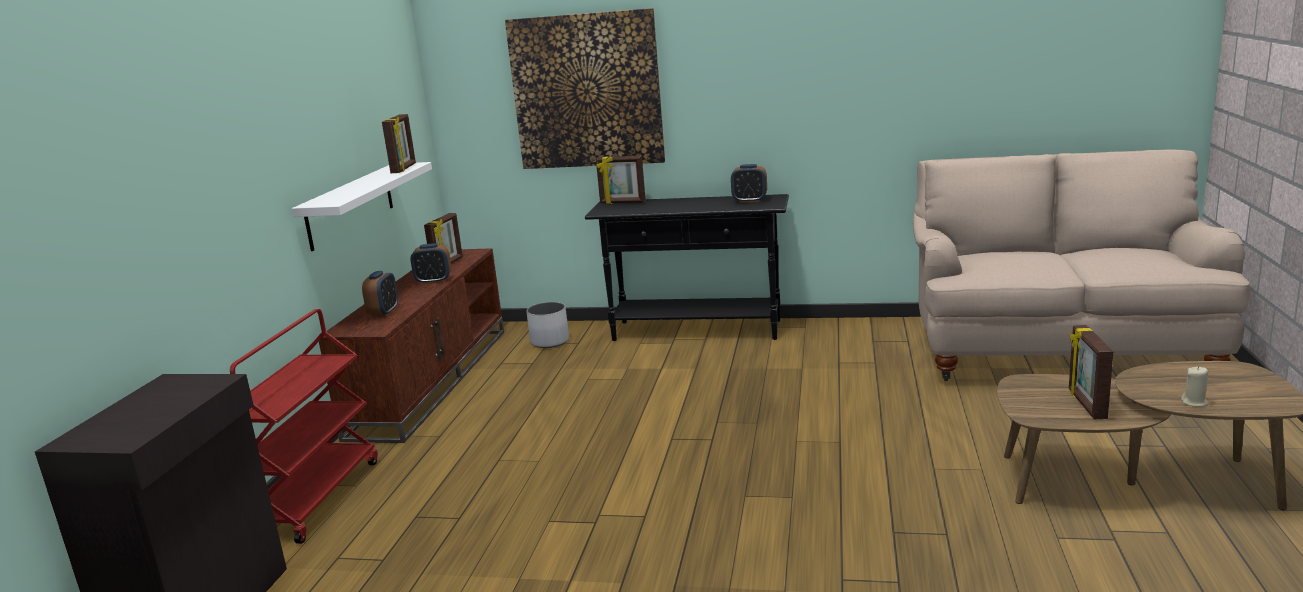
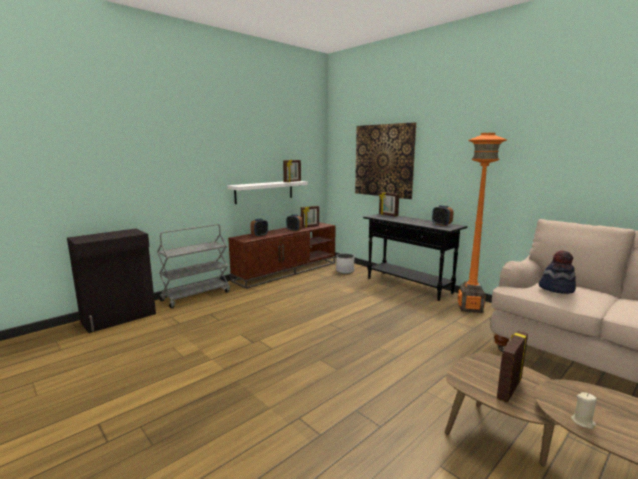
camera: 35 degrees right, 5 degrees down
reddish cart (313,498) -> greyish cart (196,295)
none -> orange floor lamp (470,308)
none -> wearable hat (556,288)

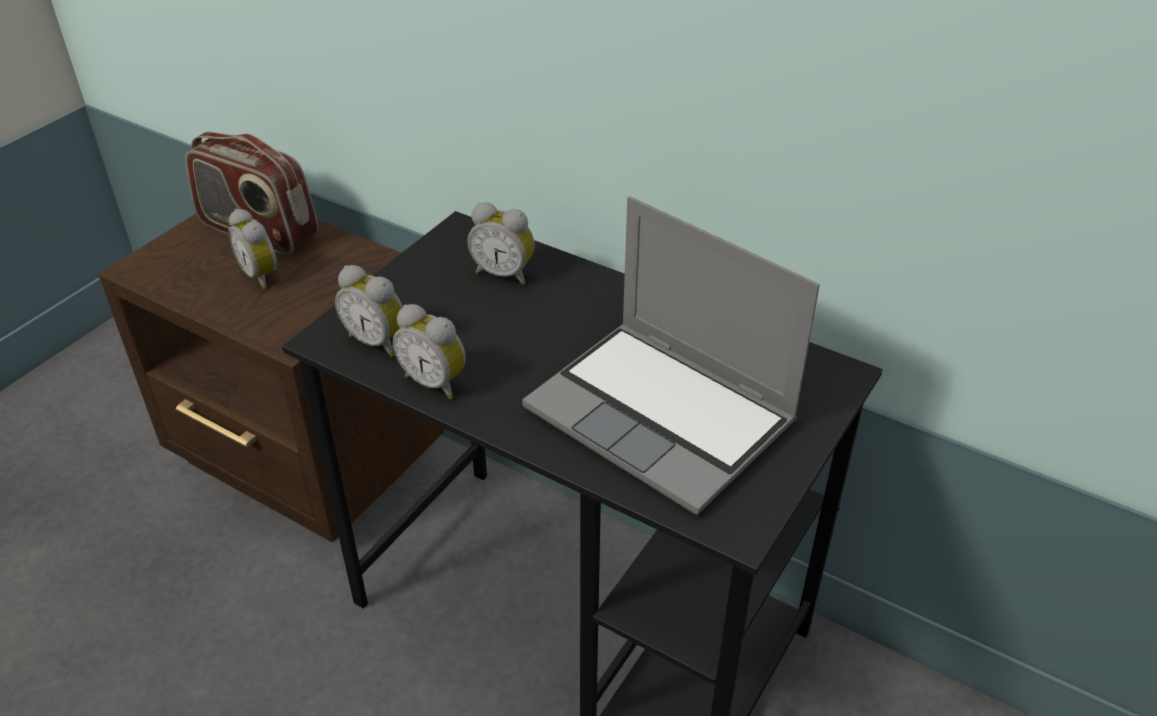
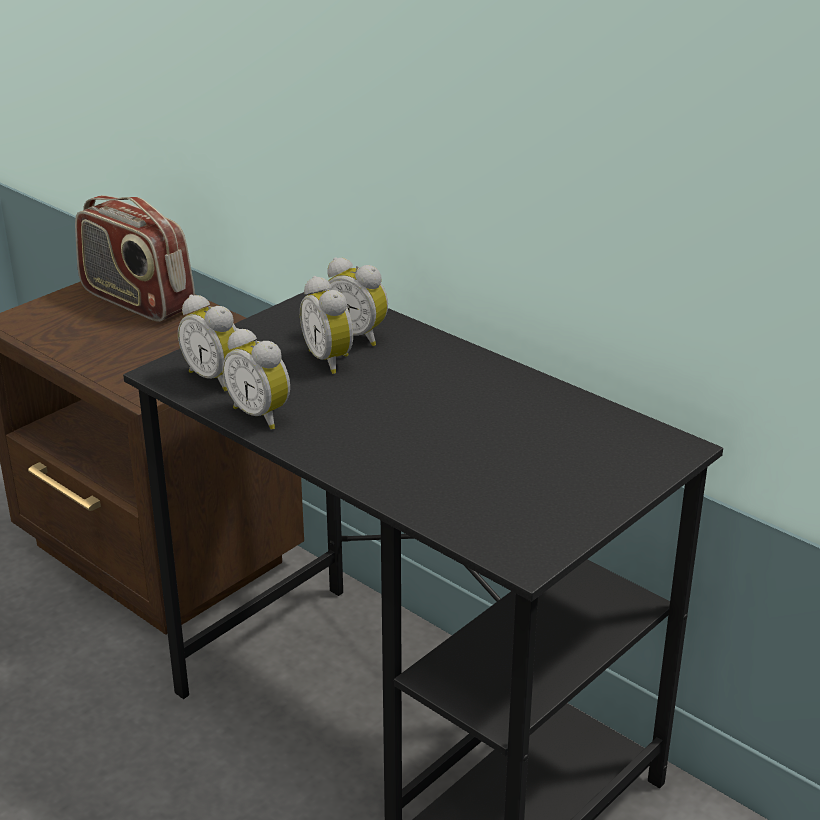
camera: 10 degrees right, 10 degrees down
alarm clock (262,275) -> alarm clock (331,360), move
laptop (664,417) -> none

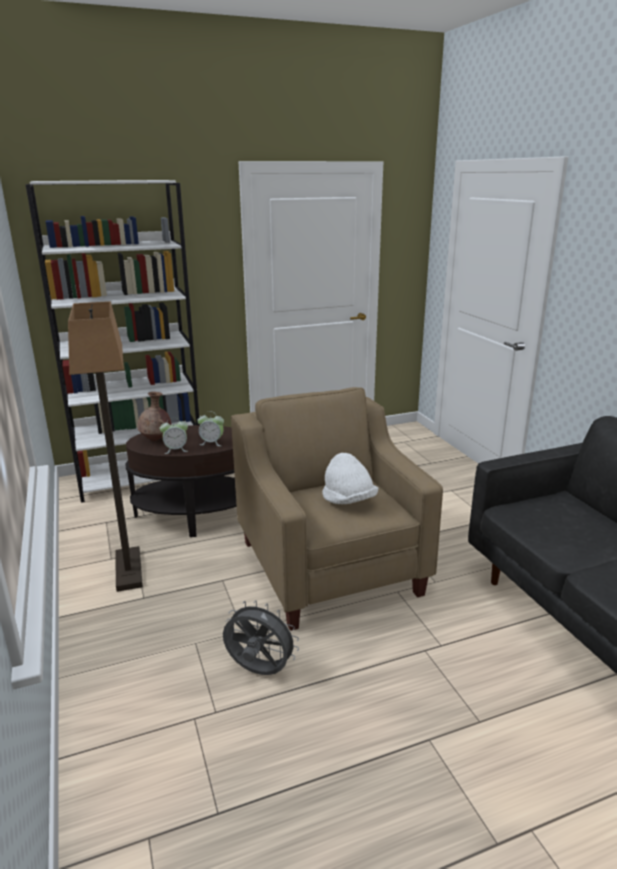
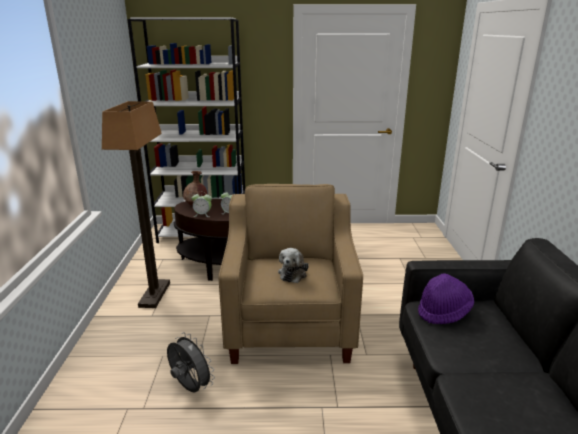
camera: 20 degrees right, 0 degrees up
whitish wearable hat (348,501) -> soft toy (293,273)
none -> purple-coloured wearable hat (443,312)

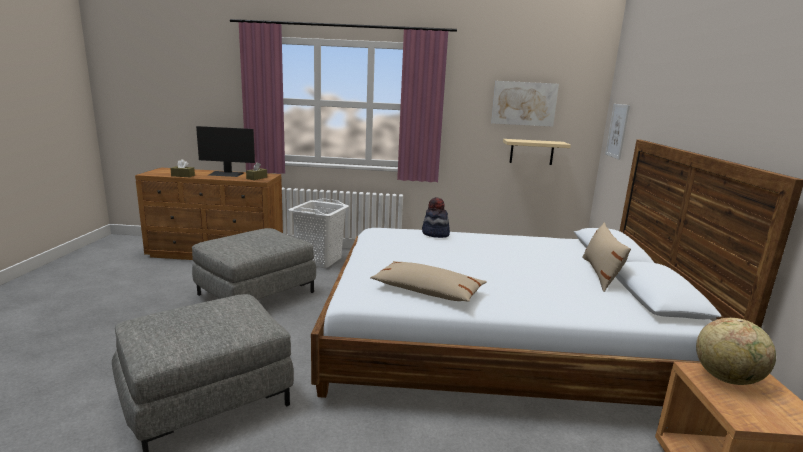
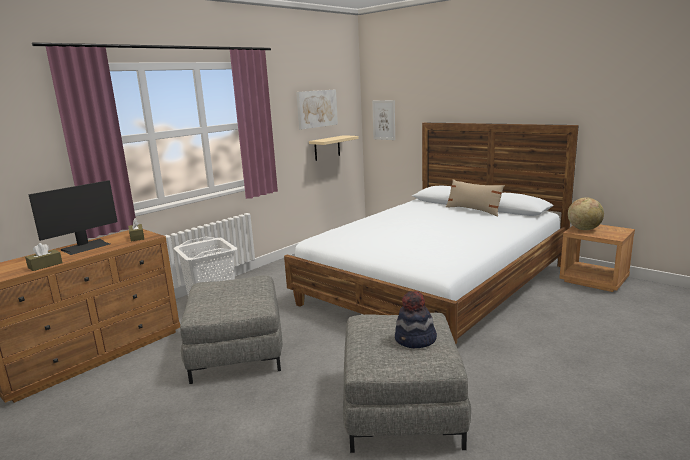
camera: 50 degrees left, 0 degrees up
wearable hat (435,234) -> wearable hat (415,340), move
beige cushion (427,291) -> none

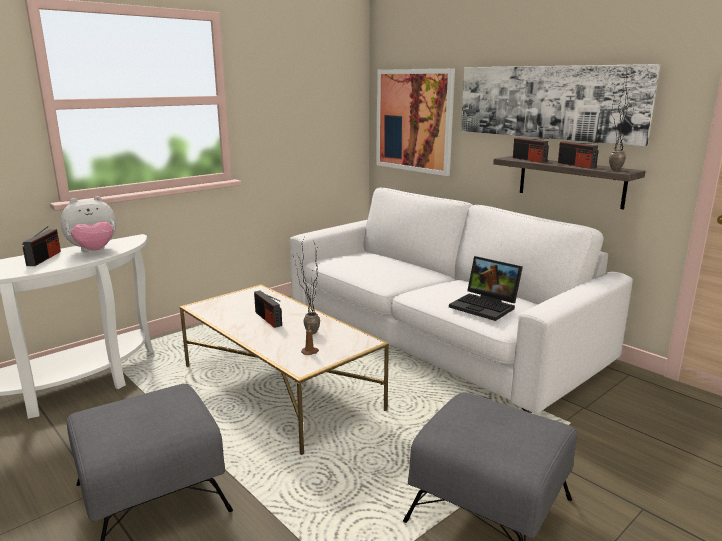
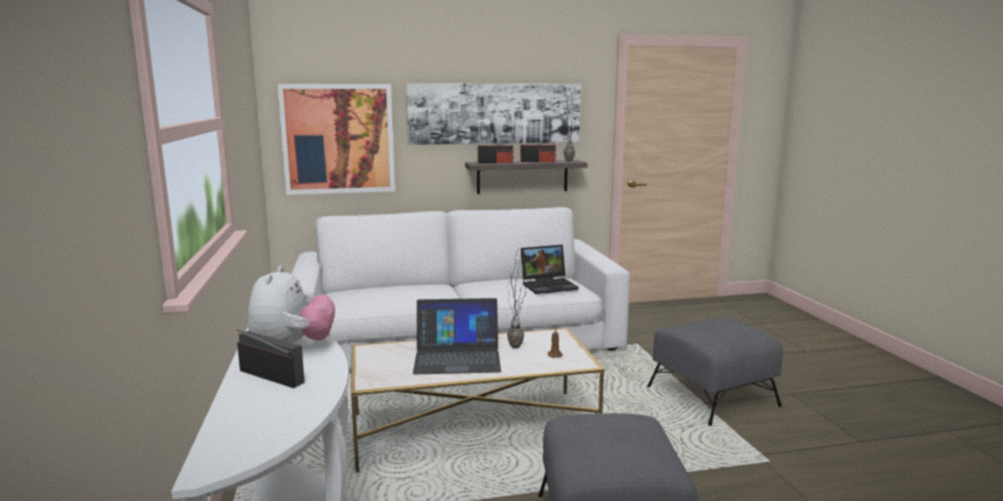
camera: 60 degrees left, 5 degrees down
radio receiver (268,319) -> laptop (457,357)

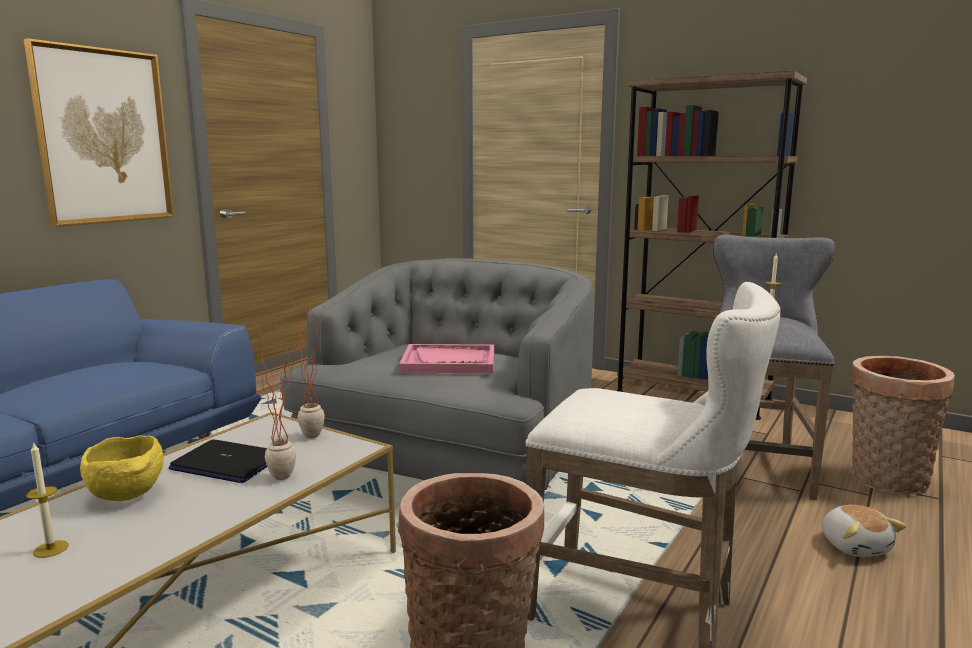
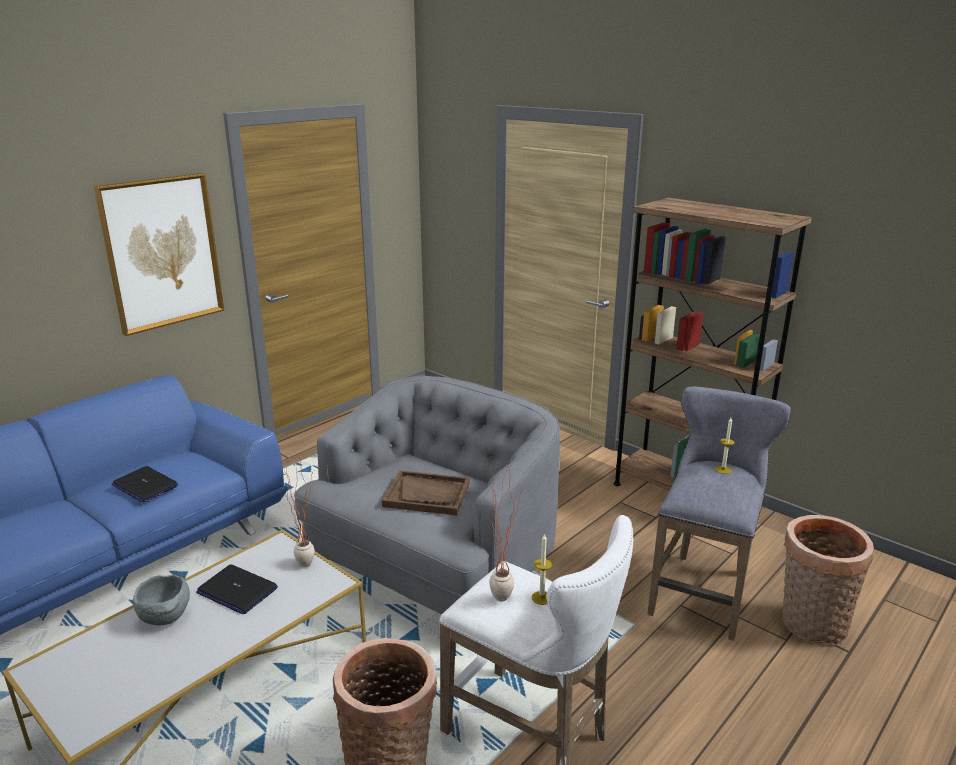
camera: 10 degrees right, 10 degrees up
none -> laptop (145,485)
yellow-coloured serving bowl (129,495) -> greyish serving bowl (166,618)
pink serving tray (449,362) -> brownish serving tray (427,495)
potted plant (288,473) -> potted plant (505,594), move
candle (51,549) -> candle (541,598), move
soft toy (855,546) -> none

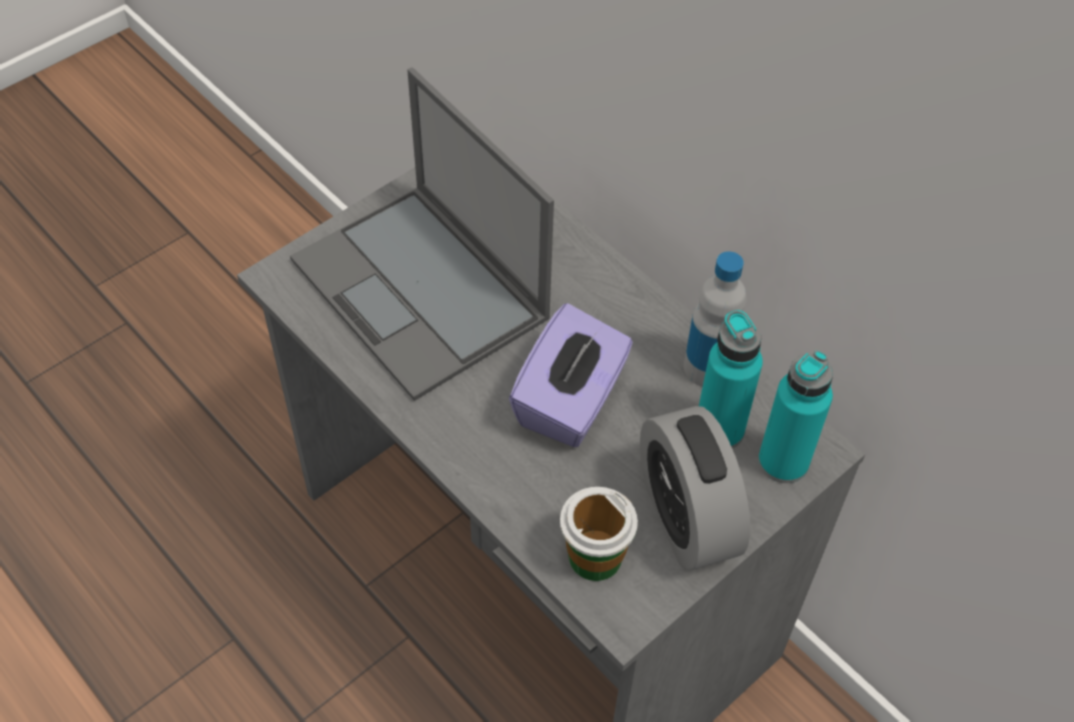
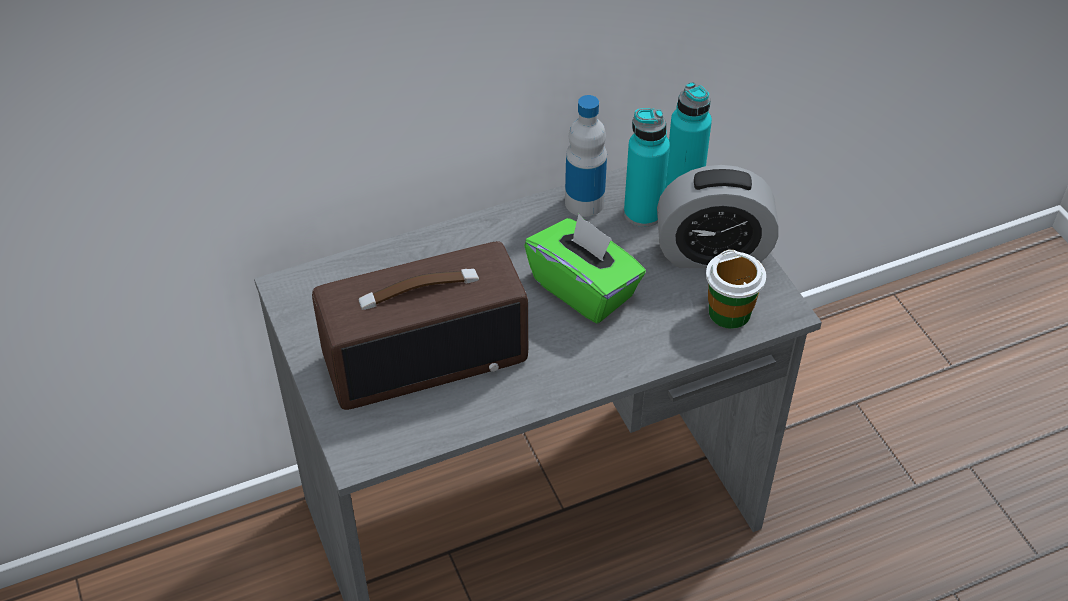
camera: 70 degrees left, 5 degrees down
laptop (422,291) -> radio receiver (426,356)
purple-coloured box of tissues (571,401) -> green-coloured box of tissues (584,289)

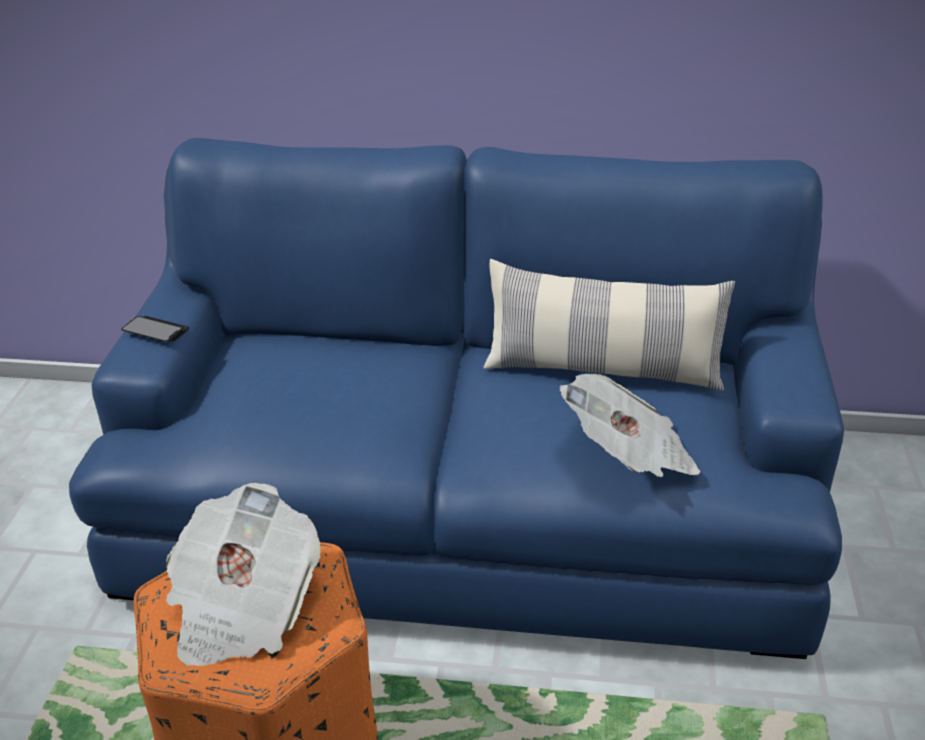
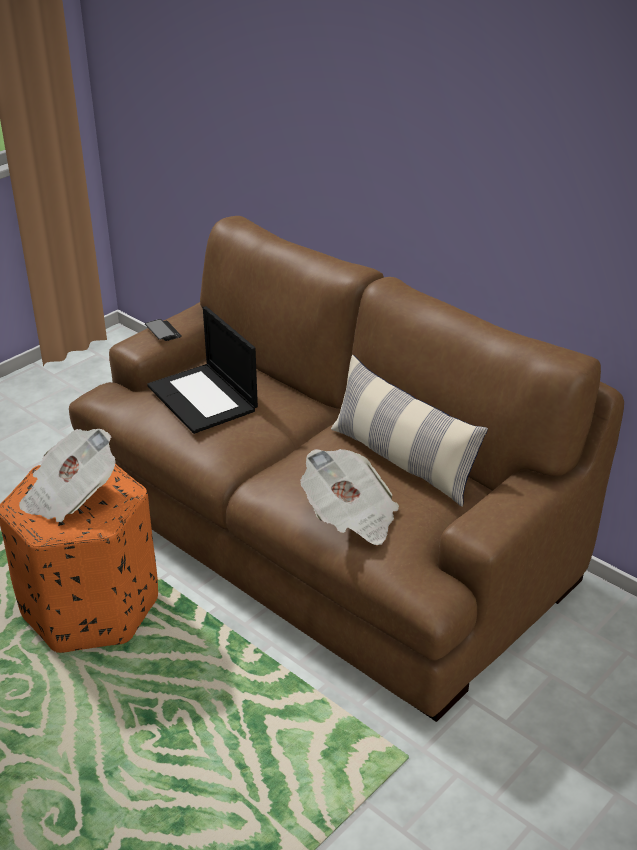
camera: 35 degrees right, 0 degrees up
blue-coloured sofa (466,513) -> brownish sofa (320,532)
none -> laptop (204,398)

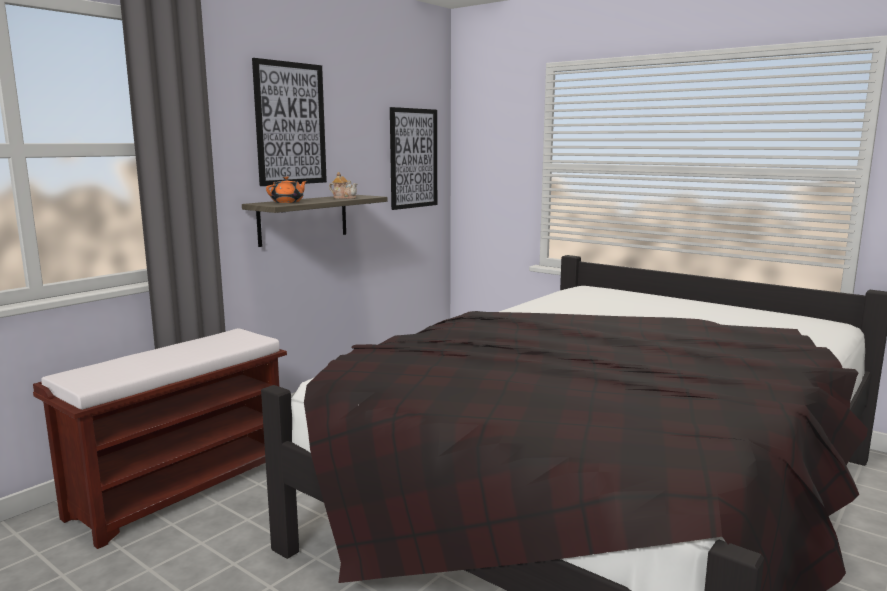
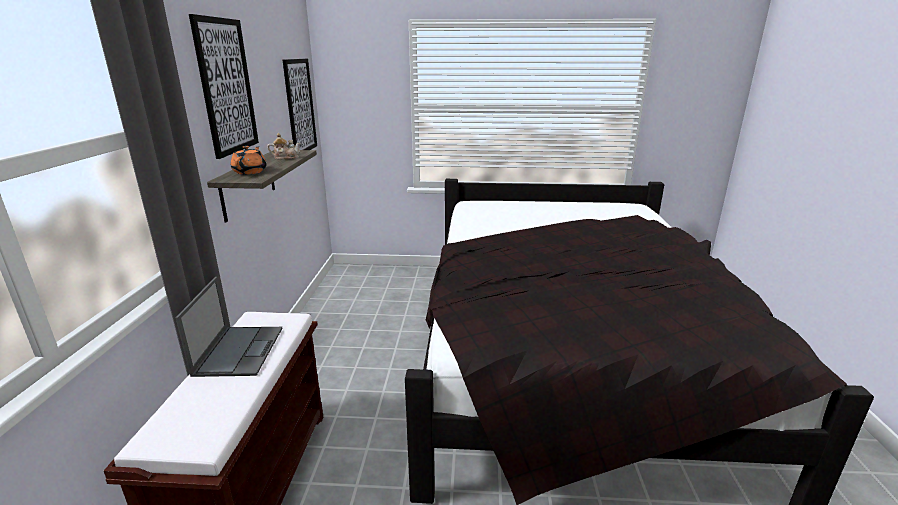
camera: 35 degrees left, 10 degrees up
none -> laptop (239,350)

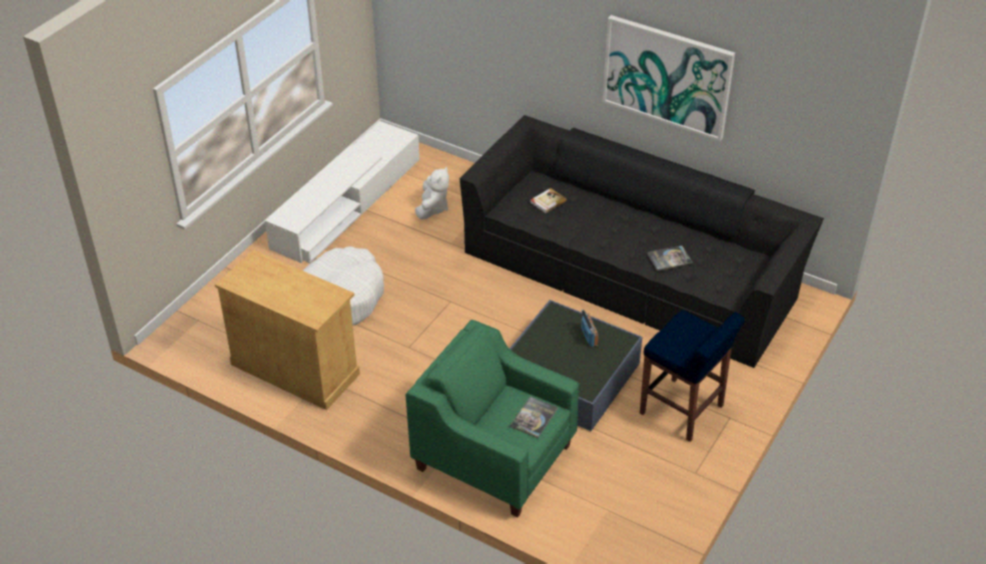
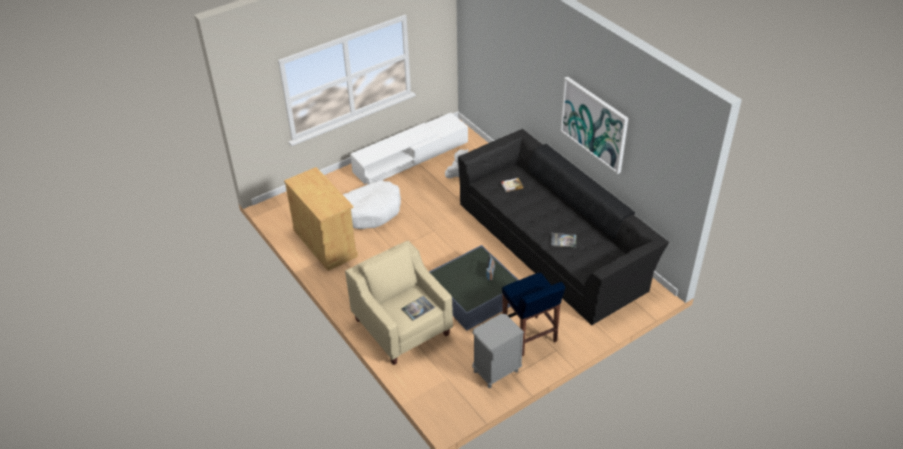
camera: 25 degrees right, 0 degrees up
green-coloured easy chair (494,457) -> beige easy chair (402,327)
none -> greyish night table (496,371)

